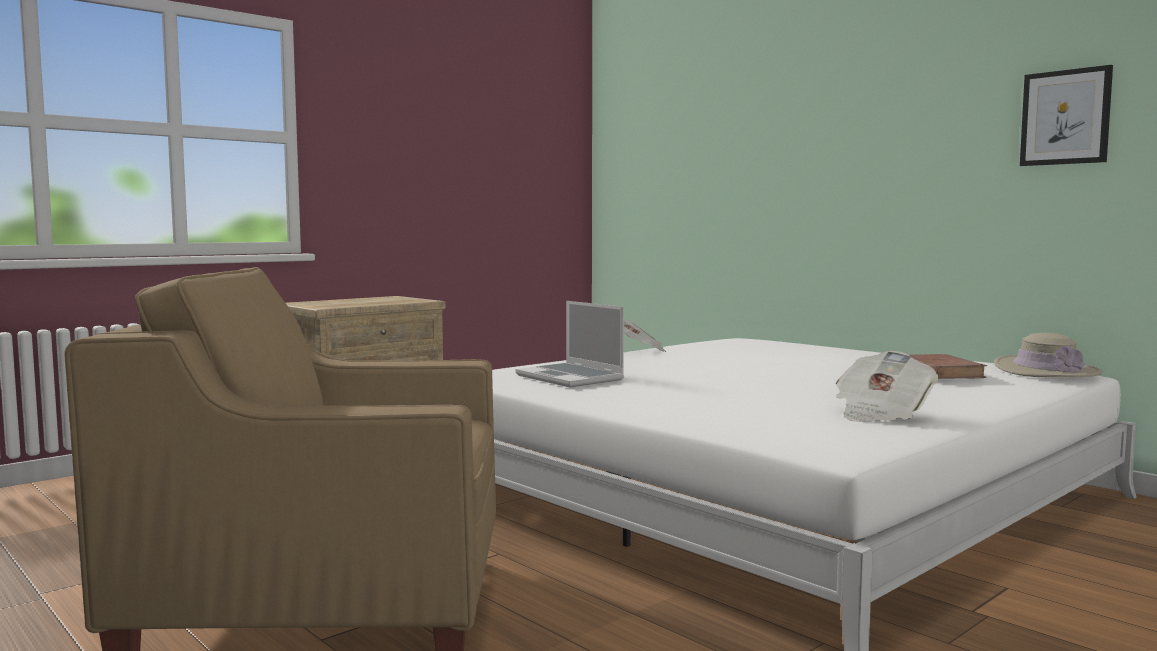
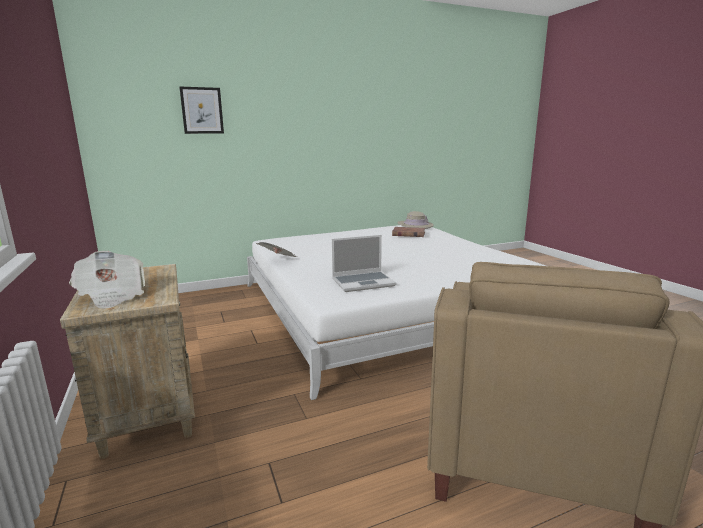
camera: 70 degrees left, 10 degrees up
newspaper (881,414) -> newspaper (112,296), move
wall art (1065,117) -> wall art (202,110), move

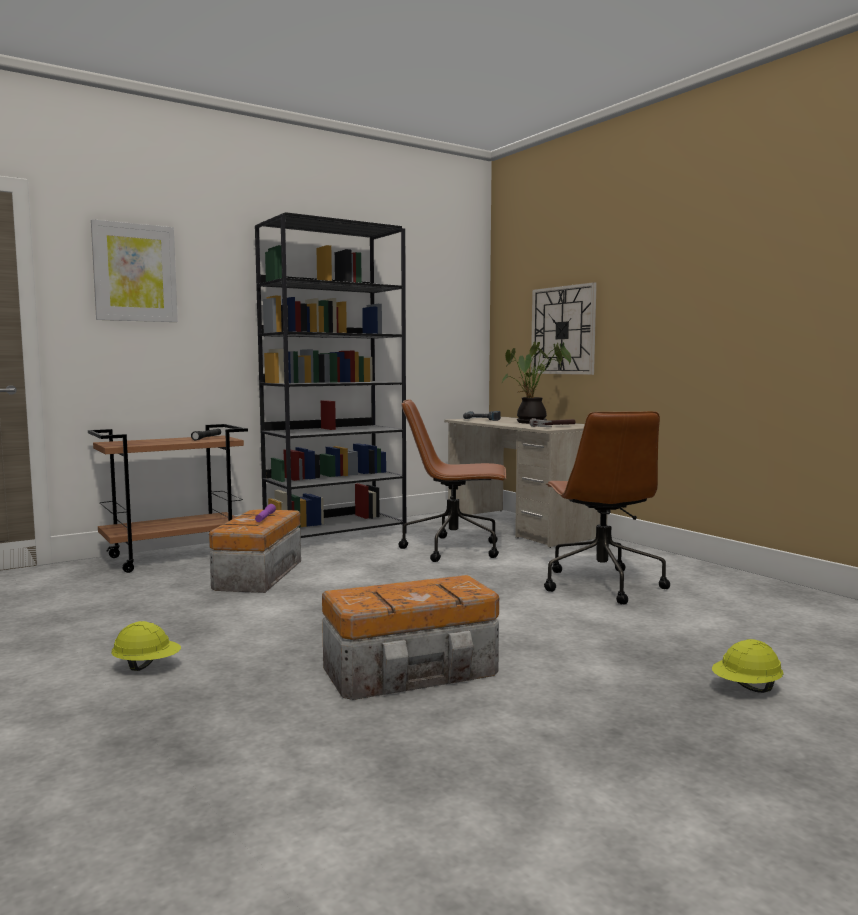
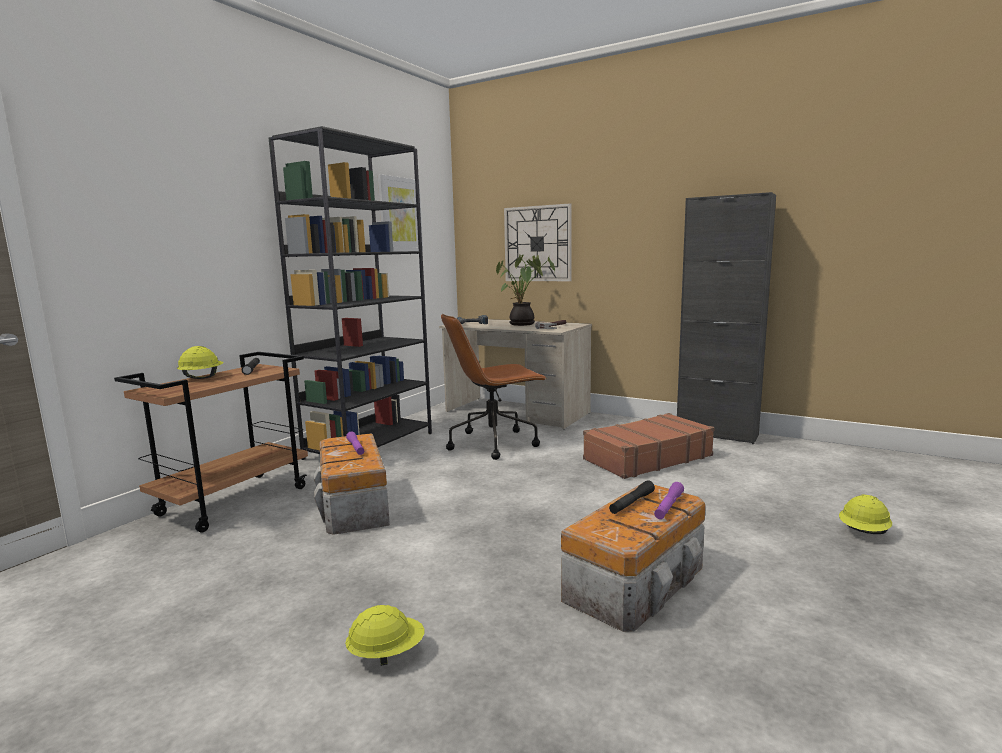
camera: 25 degrees left, 5 degrees up
none -> yellow-coloured safety helmet (202,377)
wall art (135,273) -> wall art (400,215), move
brownish office chair (600,584) -> brownish travel case (646,458)
none -> black-coloured torch (631,503)
none -> purple-coloured torch (668,506)
none -> black-coloured cupboard (717,434)

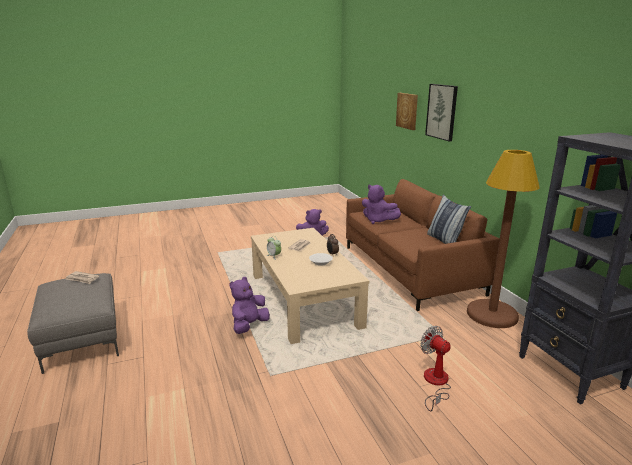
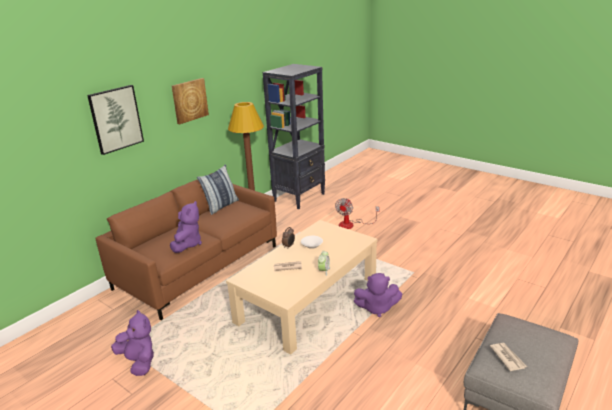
camera: 120 degrees left, 5 degrees up
wall art (407,111) -> wall art (189,100), move

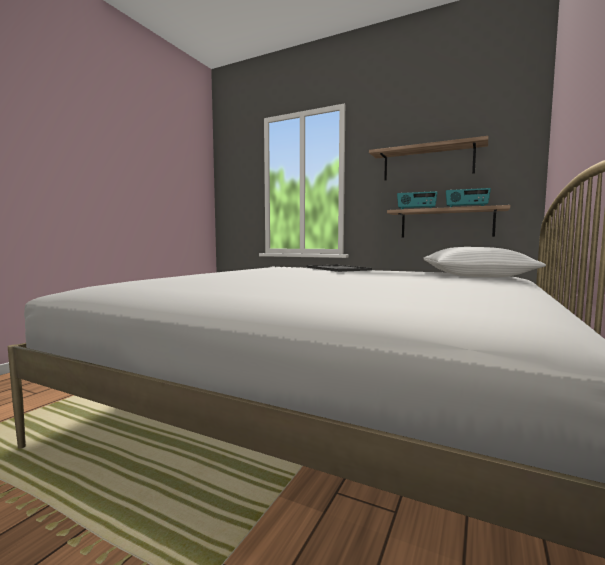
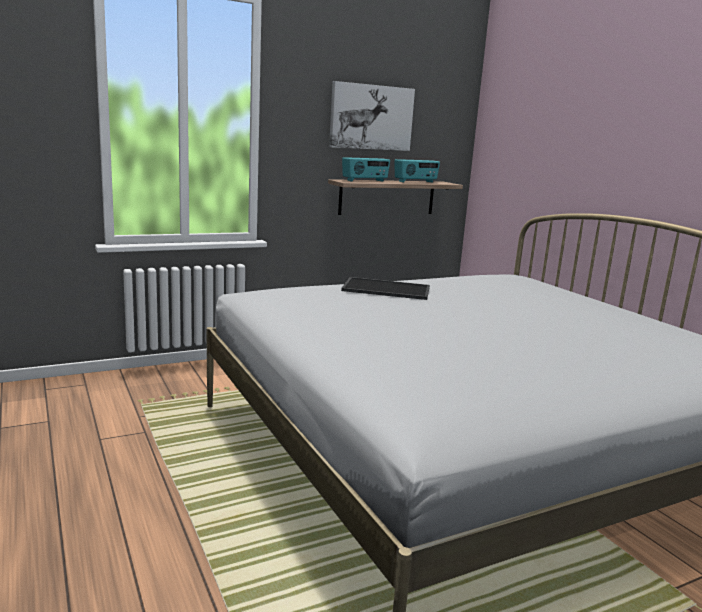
camera: 55 degrees left, 10 degrees up
wall shelf (427,163) -> wall art (371,117)
whitish cushion (474,275) -> none

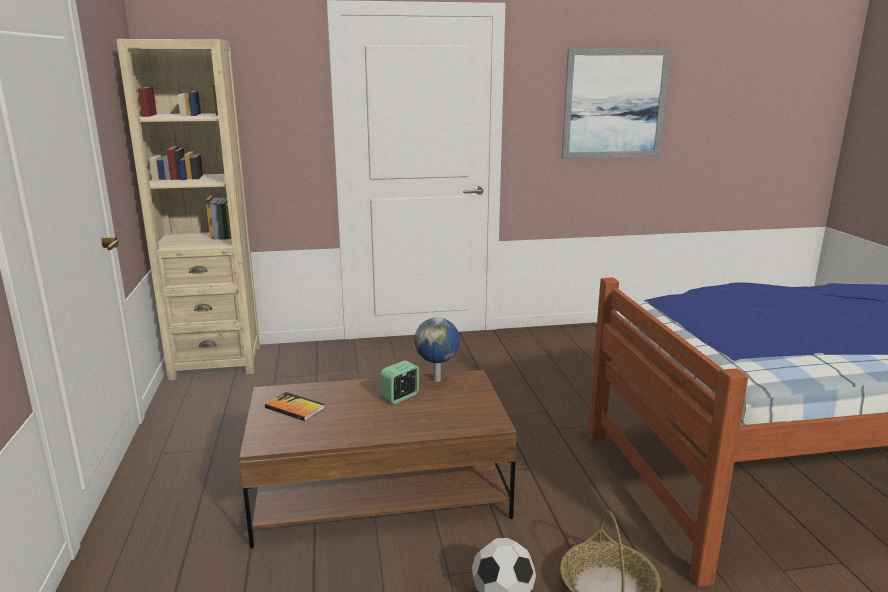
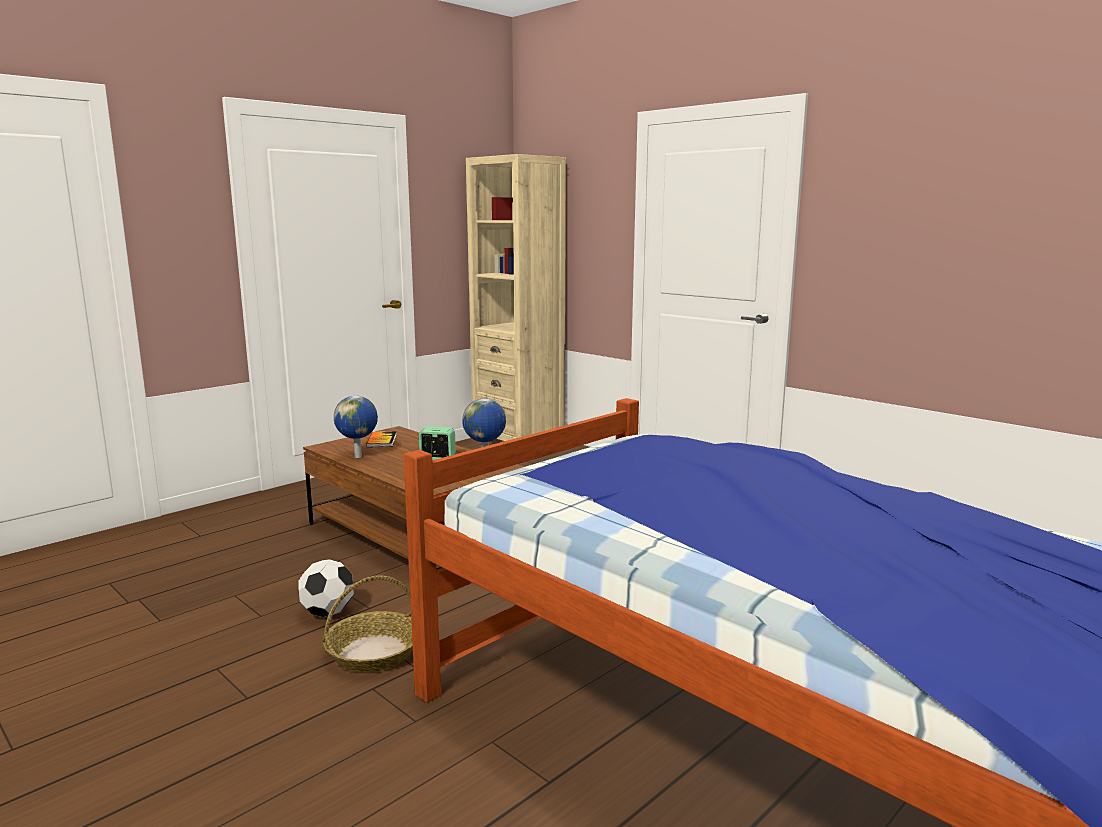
camera: 55 degrees right, 5 degrees down
none -> globe (359,457)
wall art (614,104) -> none

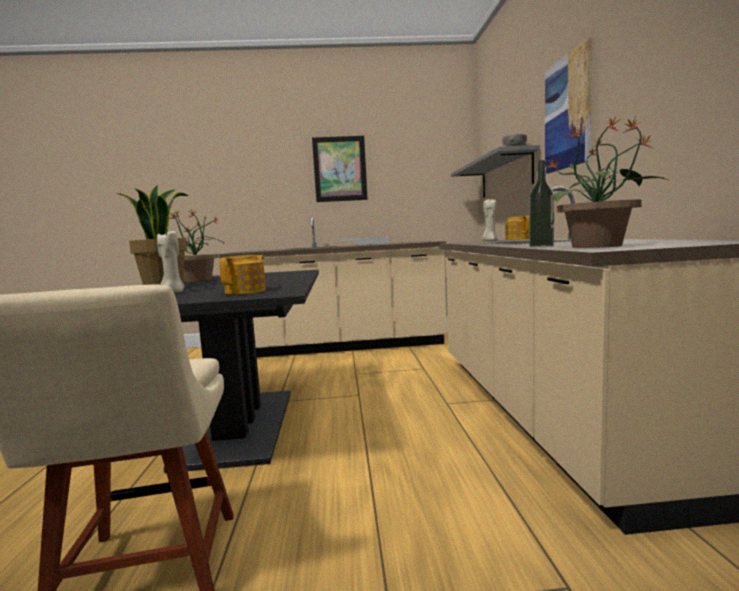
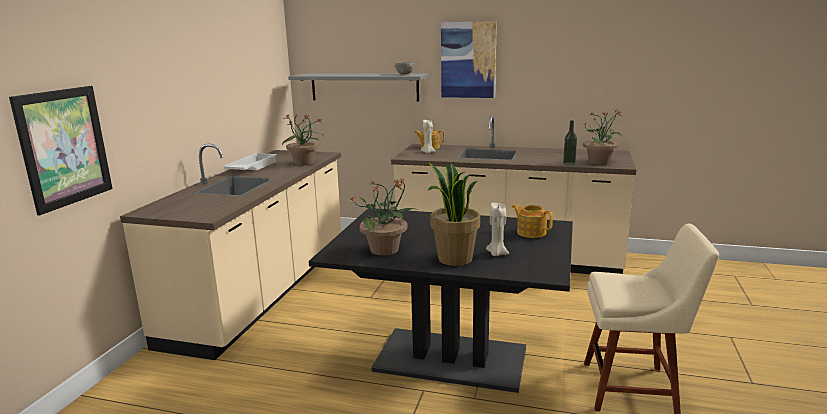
camera: 70 degrees left, 10 degrees up
wall art (340,169) -> wall art (64,147), move
none -> potted plant (304,163)

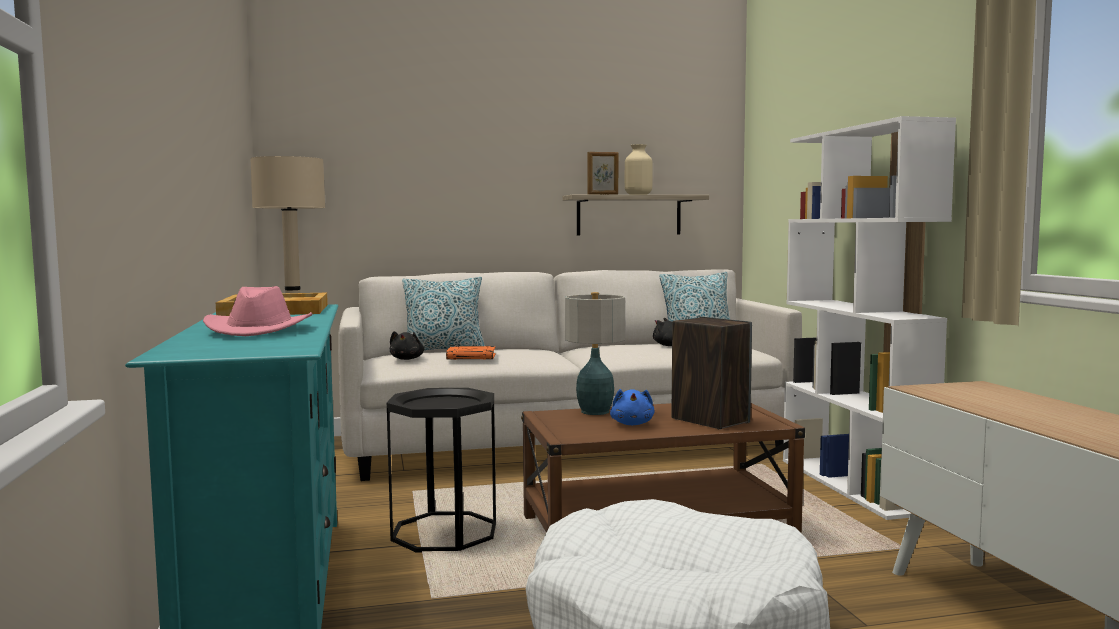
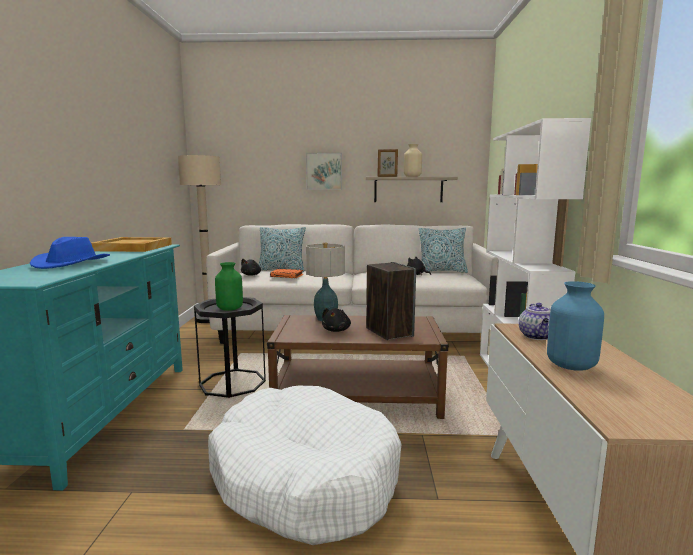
camera: 15 degrees right, 5 degrees up
pink wearable hat (259,330) -> blue-coloured wearable hat (72,263)
none -> green-coloured decorative vase (230,308)
none -> wall art (324,171)
blue-coloured soft toy (632,424) -> black-coloured soft toy (336,330)
none -> pot for tea (537,336)
none -> blue-coloured decorative vase (570,365)

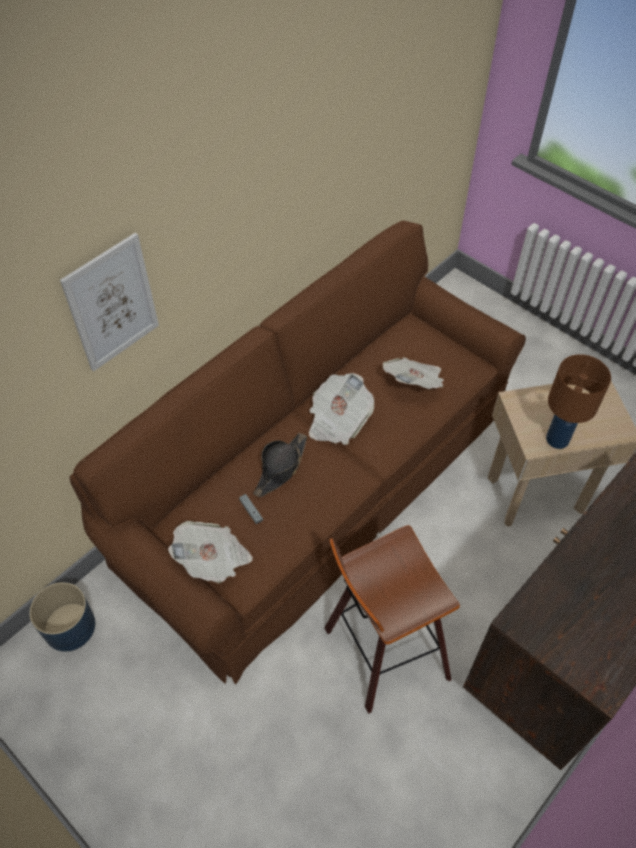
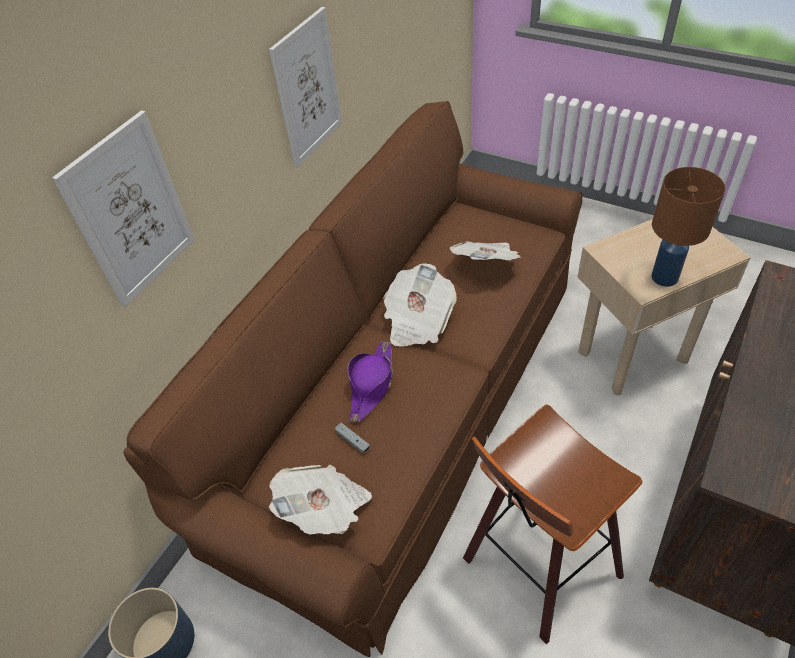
camera: 10 degrees left, 5 degrees down
none -> wall art (307,89)
black-coloured wearable hat (280,468) -> purple-coloured wearable hat (371,385)

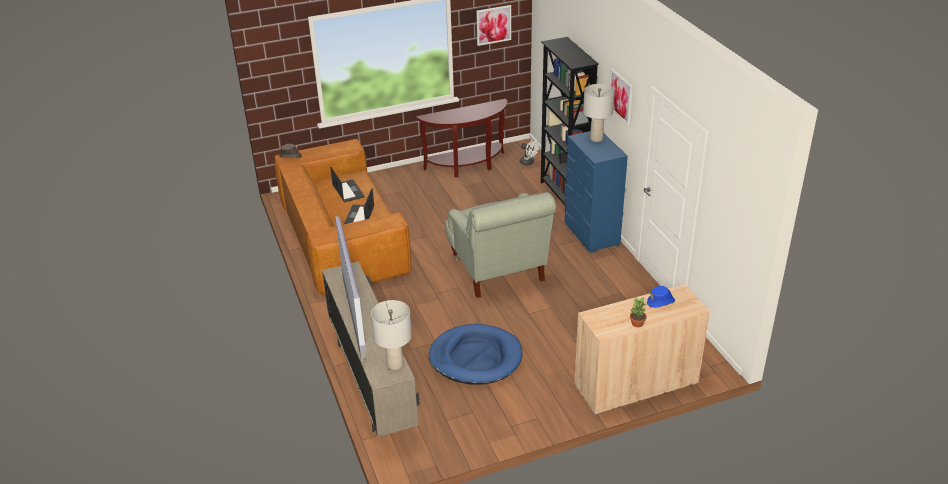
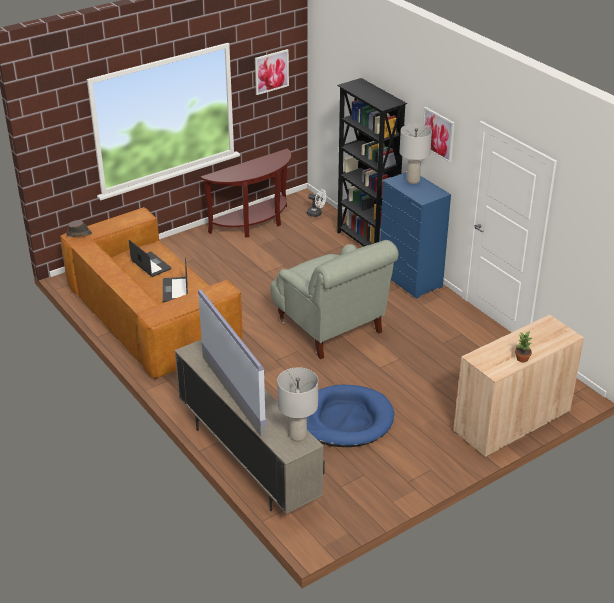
camera: 15 degrees left, 0 degrees up
blue-coloured wearable hat (661,302) -> none

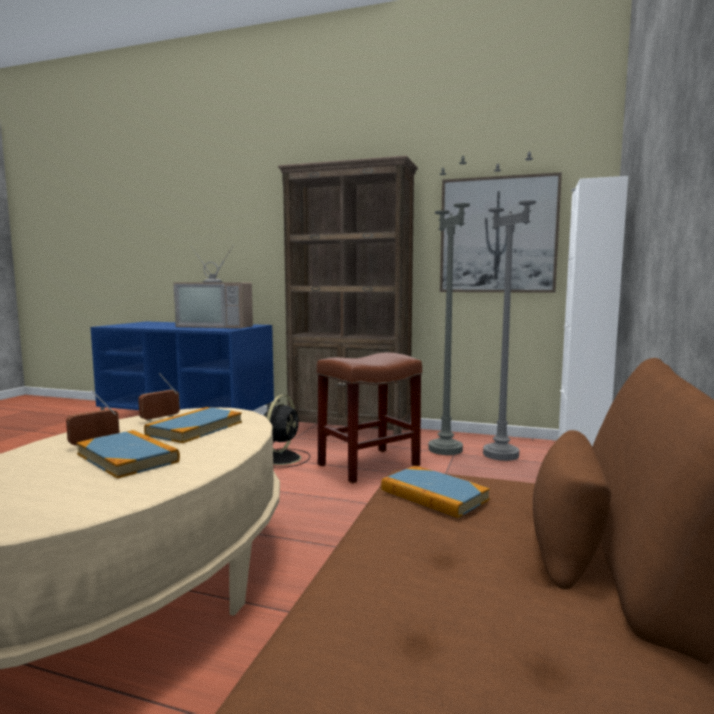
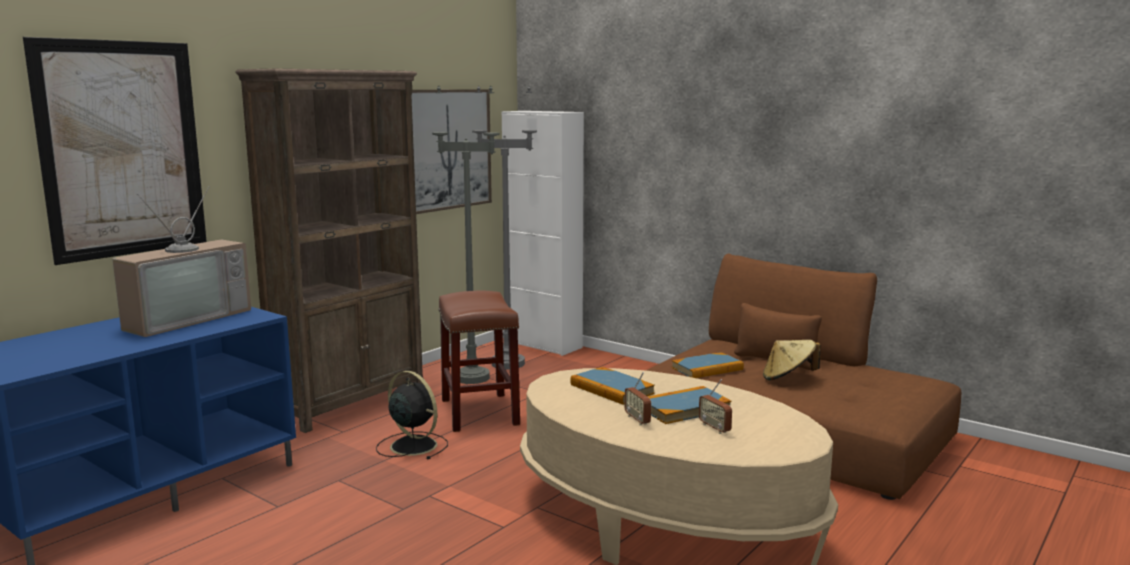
camera: 70 degrees left, 5 degrees up
none -> wall art (122,149)
radio receiver (160,419) -> radio receiver (714,428), move
none -> beige wearable hat (788,378)

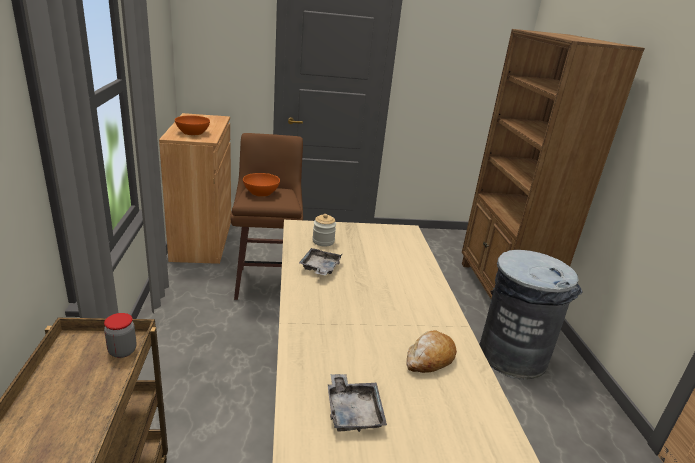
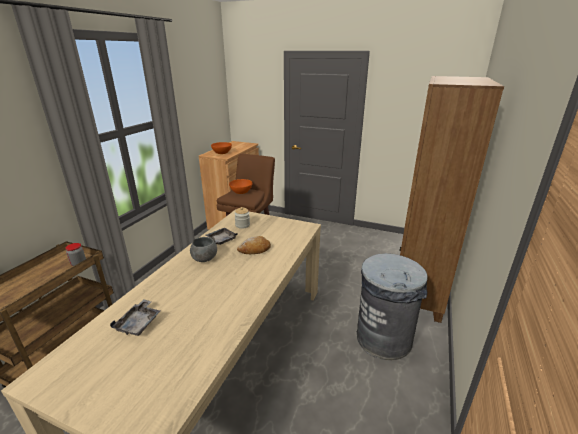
camera: 30 degrees right, 0 degrees up
none -> greyish serving bowl (204,259)
bread (429,359) -> bread (255,250), move

